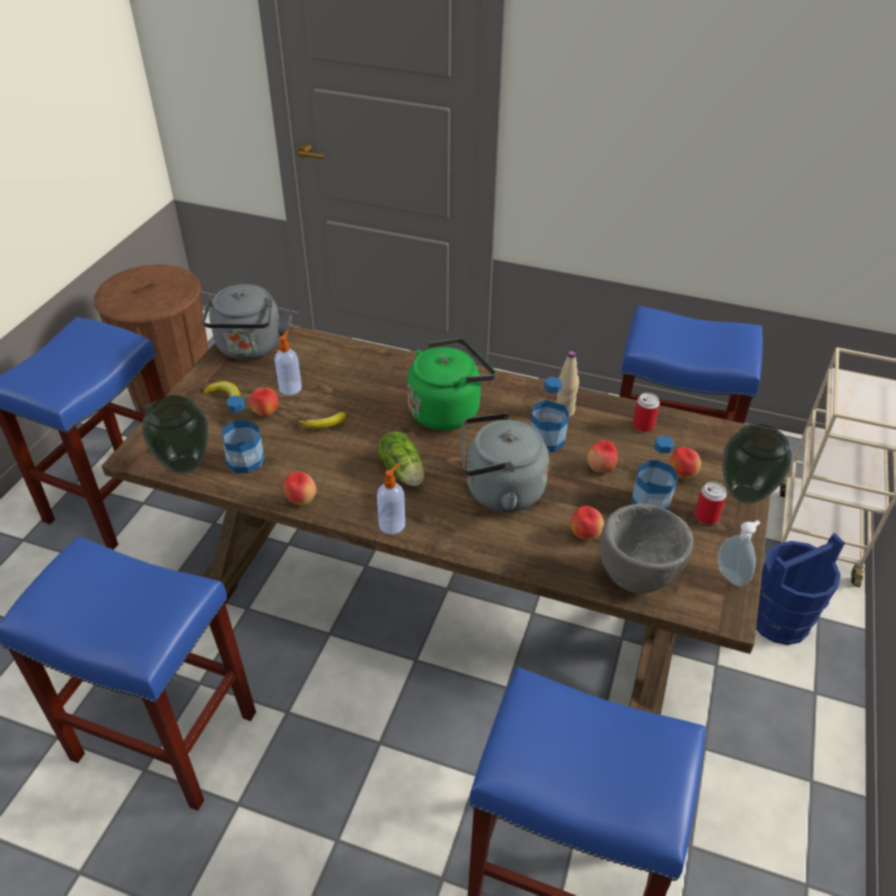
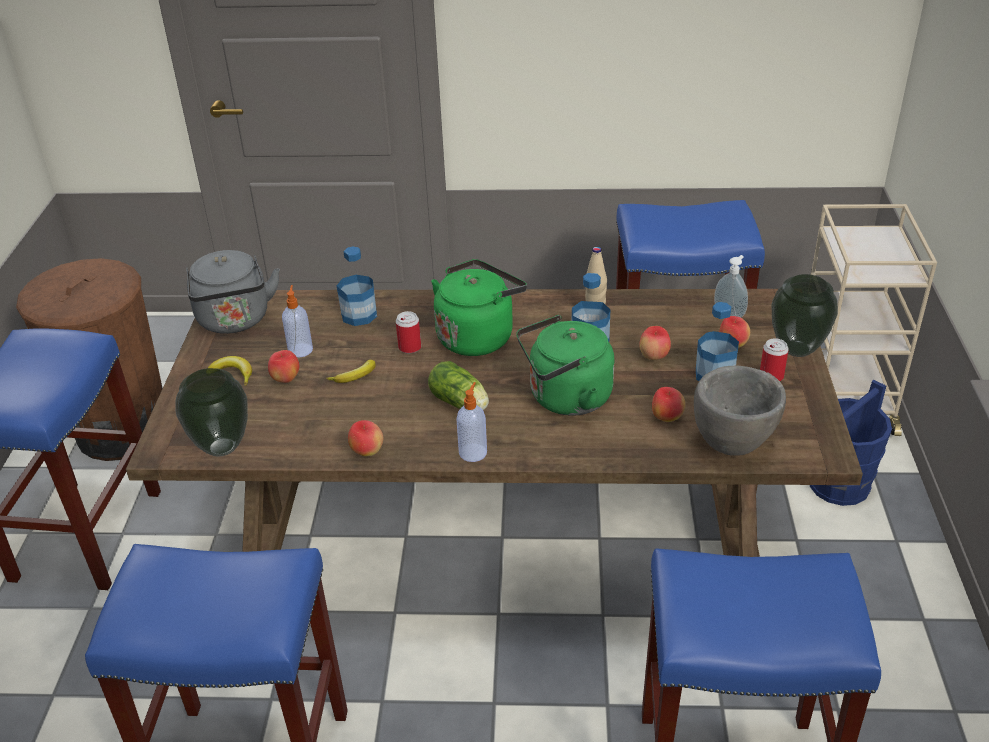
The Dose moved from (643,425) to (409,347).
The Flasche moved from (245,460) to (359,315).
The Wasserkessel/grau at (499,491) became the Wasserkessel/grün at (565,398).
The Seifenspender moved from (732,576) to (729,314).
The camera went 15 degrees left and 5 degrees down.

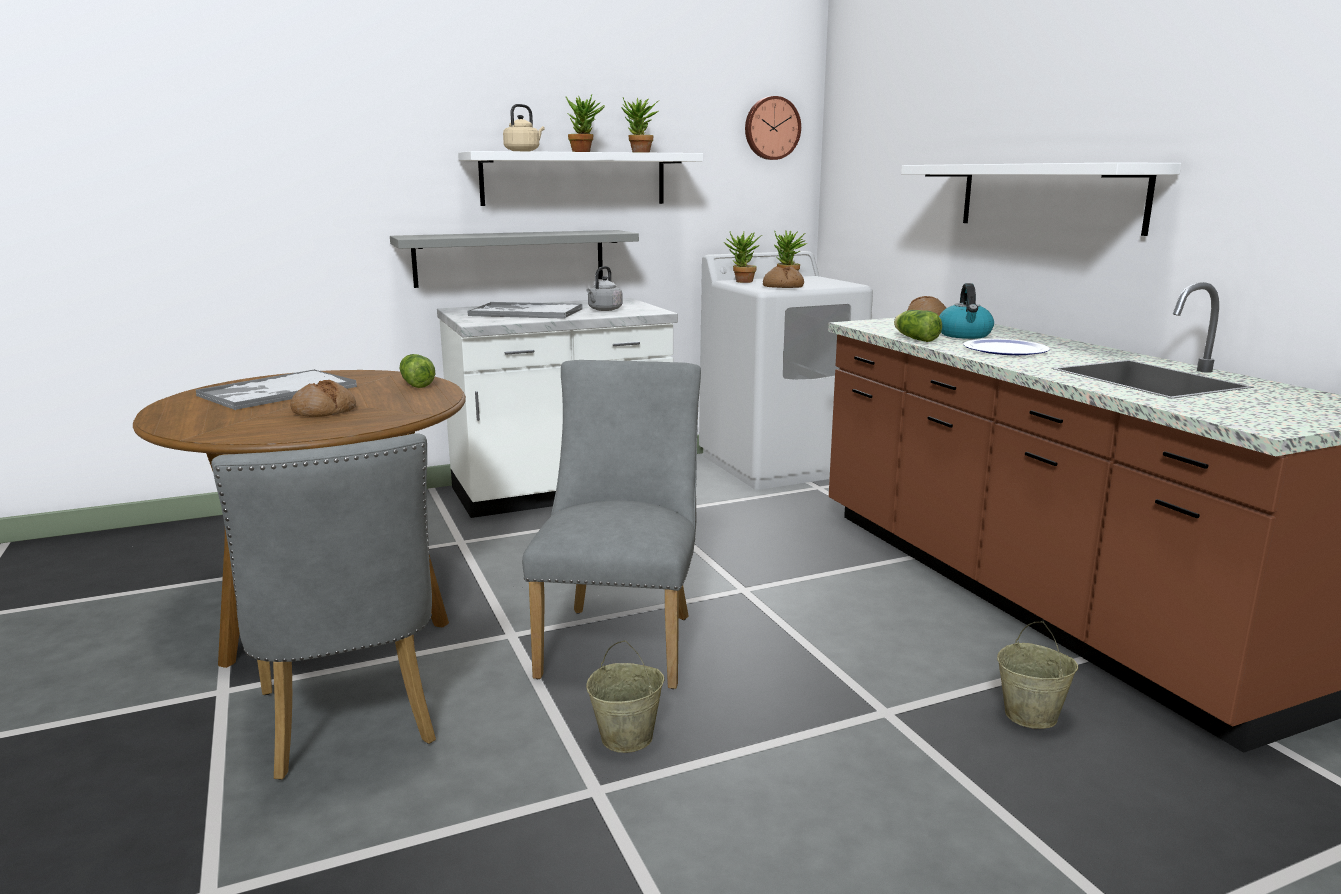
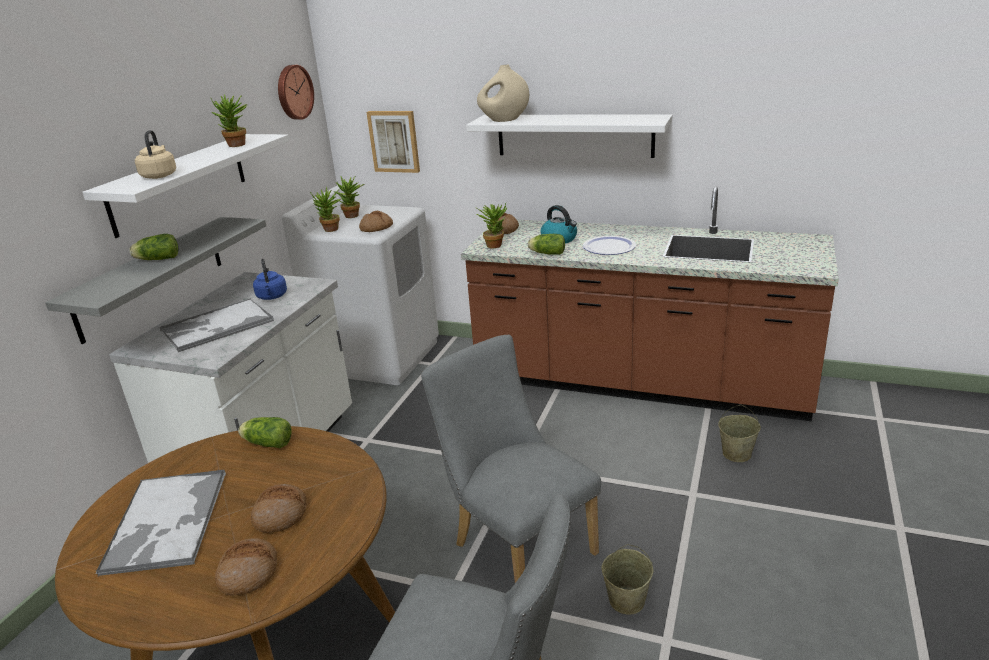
The Topfpflanze moved from (585,152) to (495,244).
The Wasserkessel/grau at (604,310) became the Wasserkessel/blau at (272,297).
The Vase/beige at (504,120) appeared.
The Bild at (394,141) appeared.
The Salatkopf at (157,259) appeared.
The Brot at (248,573) appeared.
The camera went 45 degrees left and 10 degrees up.

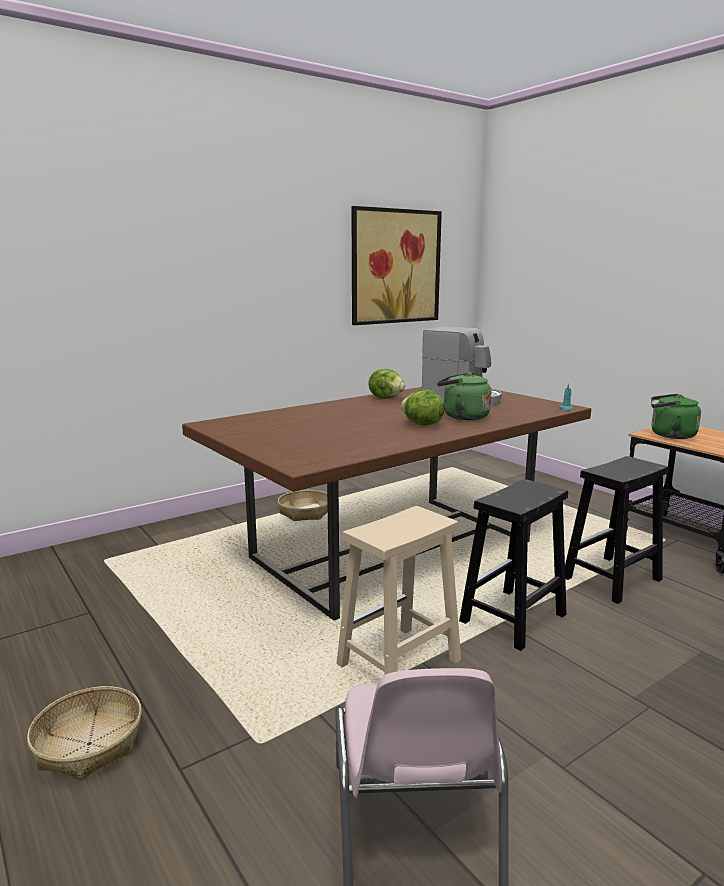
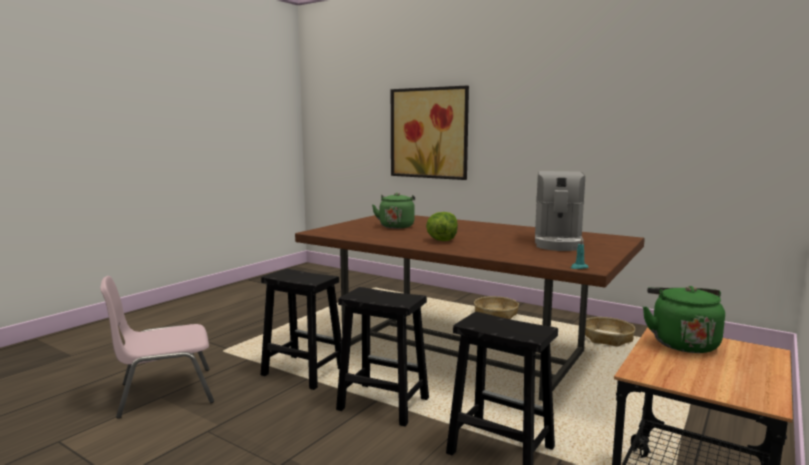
The Bild moved from (395,266) to (429,133).
The Salatkopf at (386,398) disappeared.
The Wasserkessel/grün moved from (462,416) to (396,226).
The Hocker/beige at (398,664) became the Hocker/schwarz at (302,372).
The Korb moved from (89,744) to (607,338).
The camera went 70 degrees right and 5 degrees down.

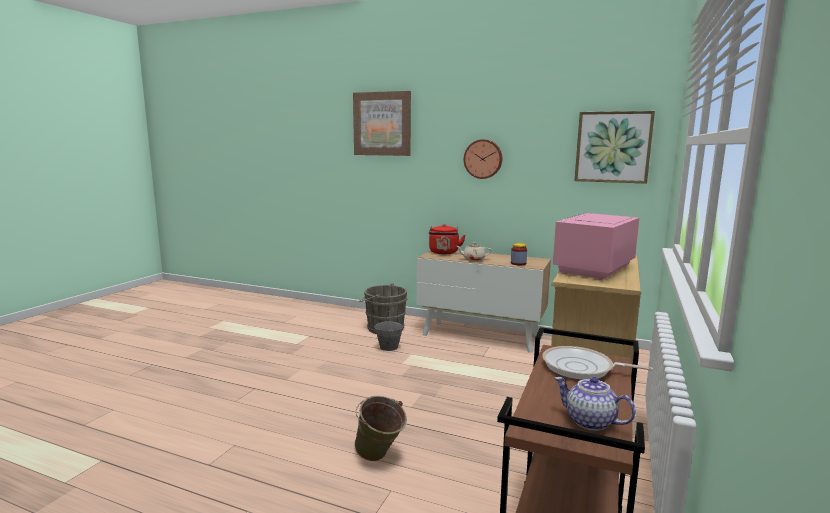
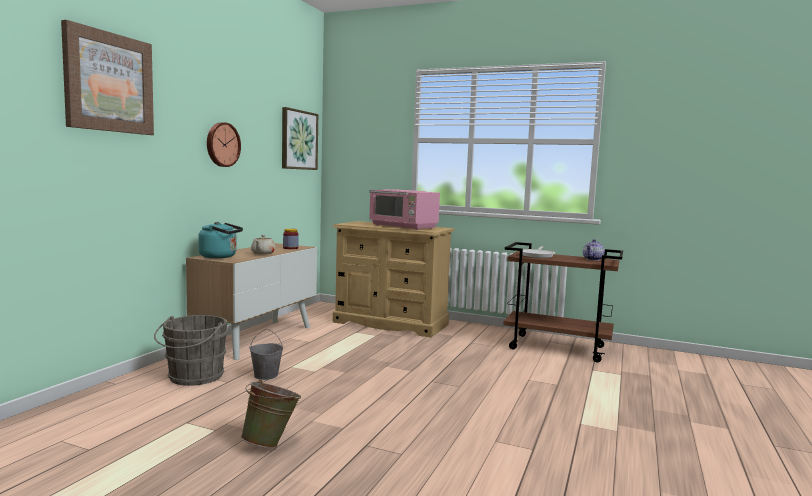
The Wasserkessel/rot at (444,253) became the Wasserkessel/türkis at (220,256).
The Eimer/grün moved from (379,458) to (271,443).
The camera went 90 degrees left and 5 degrees down.

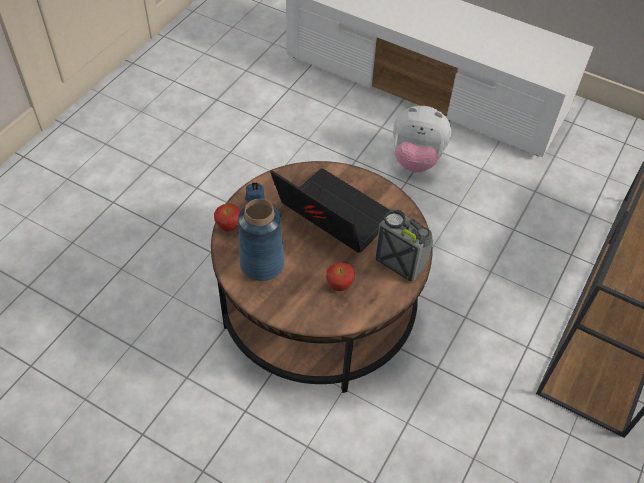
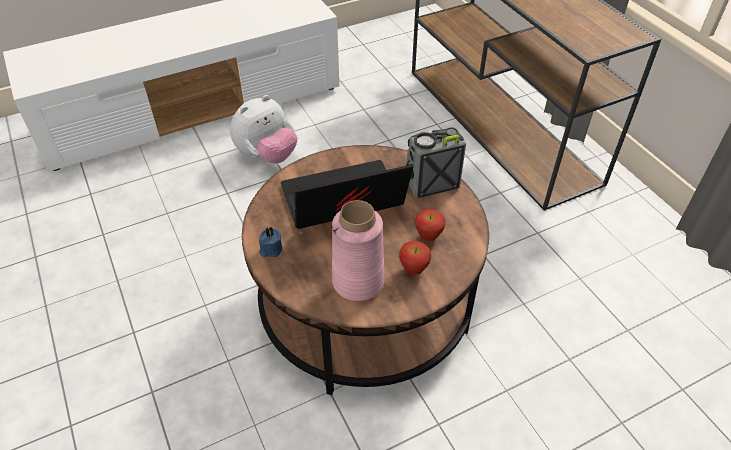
The Vase/blau at (262,264) became the Vase/rosa at (358,281).
The Apfel moved from (228,227) to (413,270).
The camera went 55 degrees left and 5 degrees down.

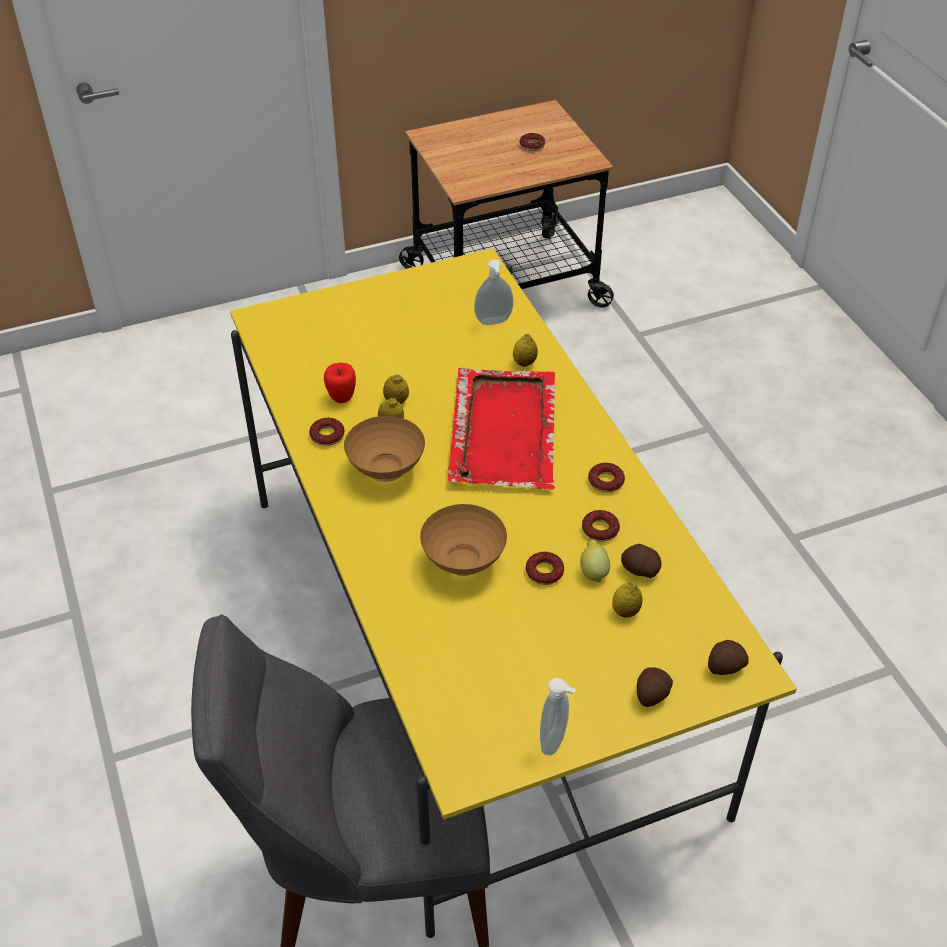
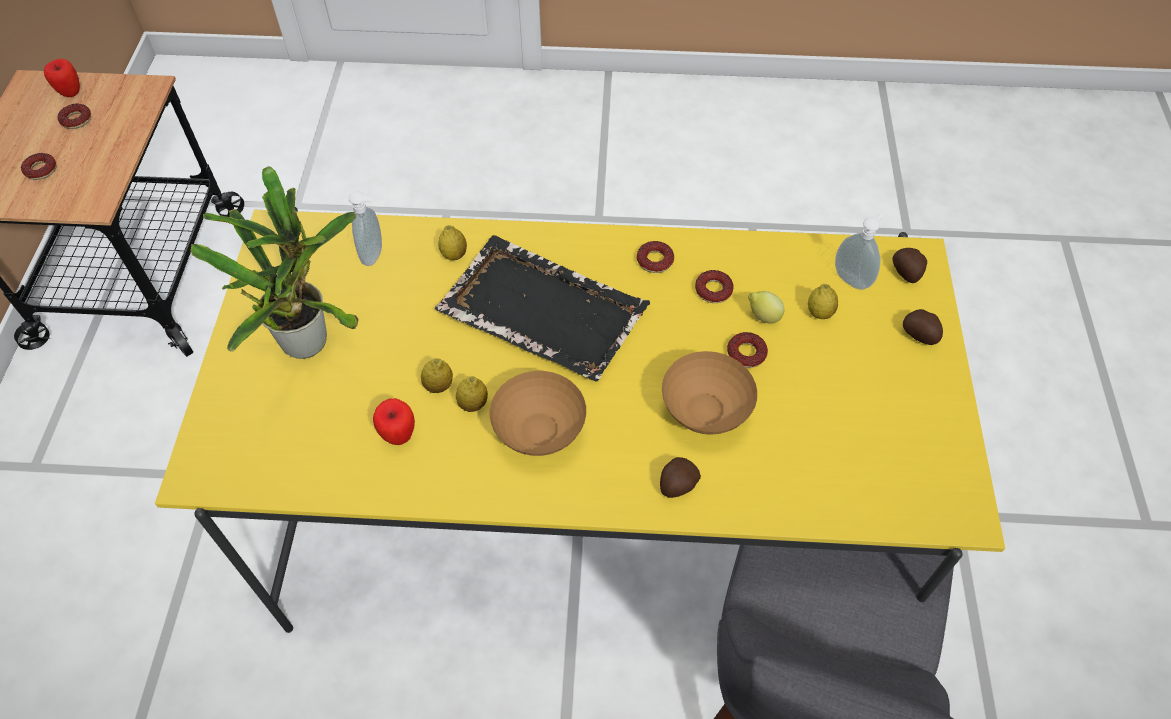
The Tablett/rot at (504,430) became the Tablett/schwarz at (541,310).
The Donut moved from (327,435) to (41,170).
The Kartoffel moved from (639,570) to (676,485).
The Seifenspender moved from (555,741) to (852,278).
The Apfel at (71,92) appeared.
The Topfpflanze at (307,337) appeared.
The camera went 65 degrees left and 10 degrees up.

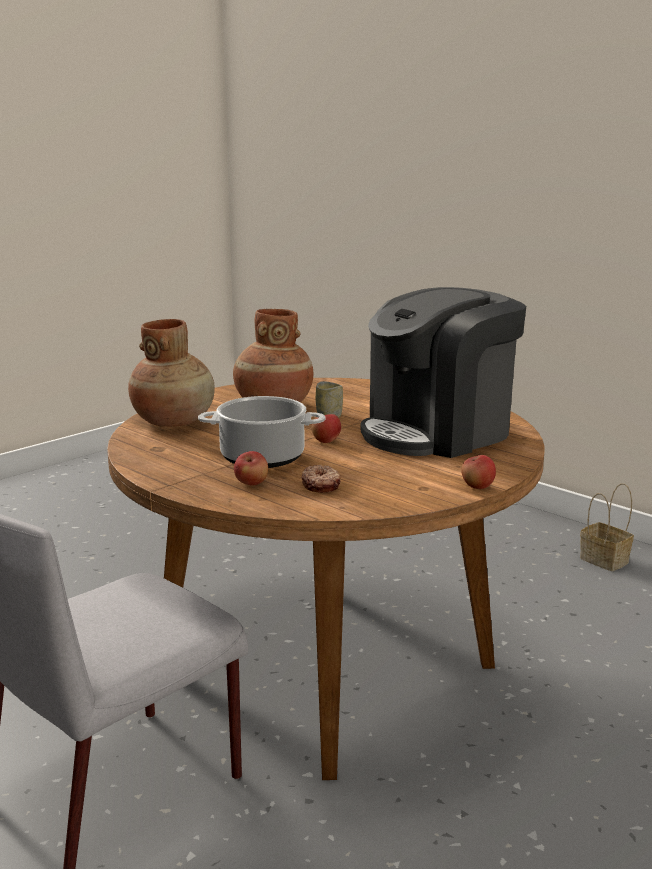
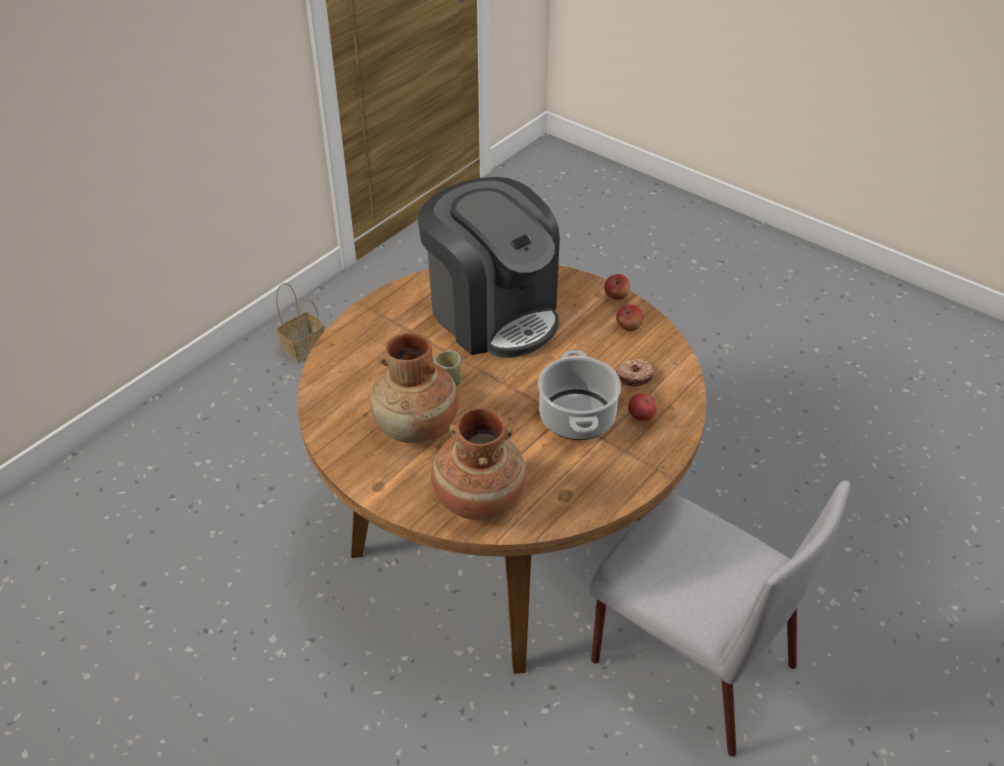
The Apfel moved from (326,441) to (628,327).
The camera went 95 degrees left and 25 degrees up.

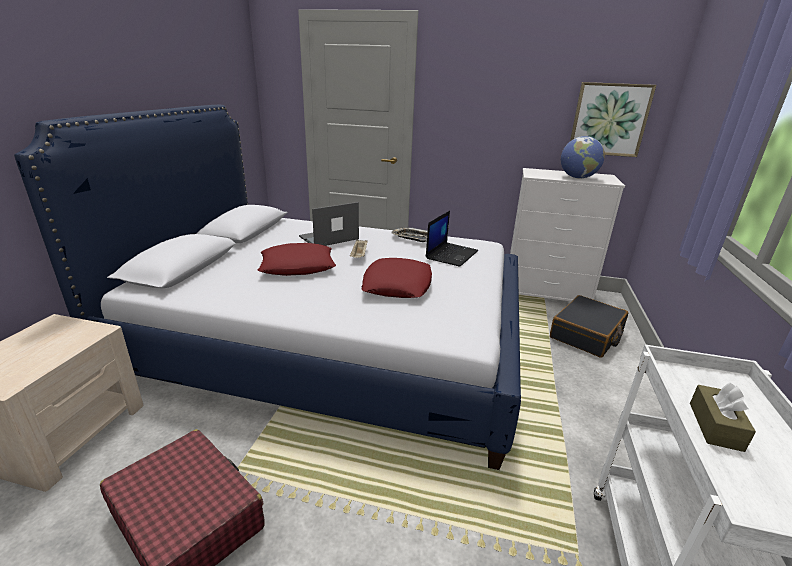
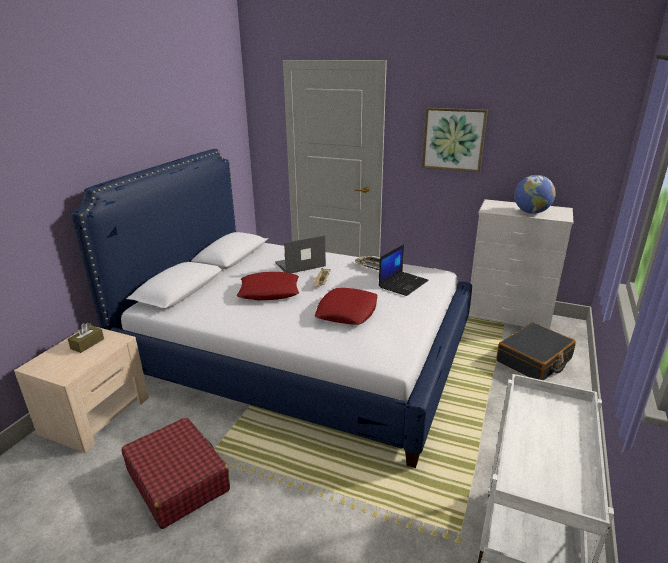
The Bild moved from (609,119) to (453,139).
The Taschentuchbox/braun moved from (715,426) to (87,344).
The camera went 10 degrees right and 0 degrees up.

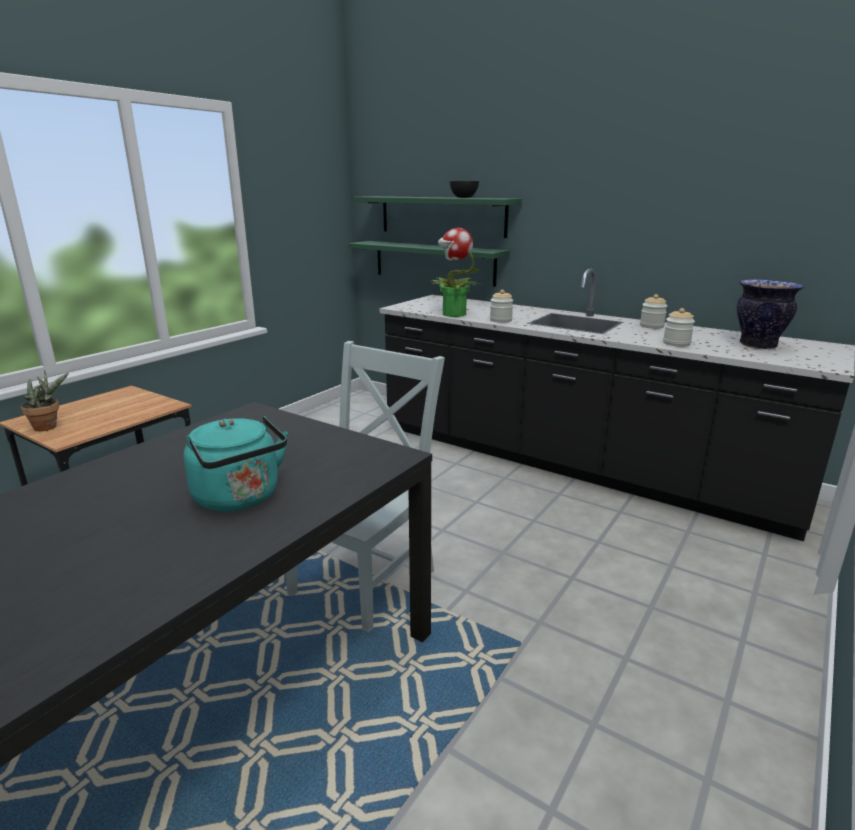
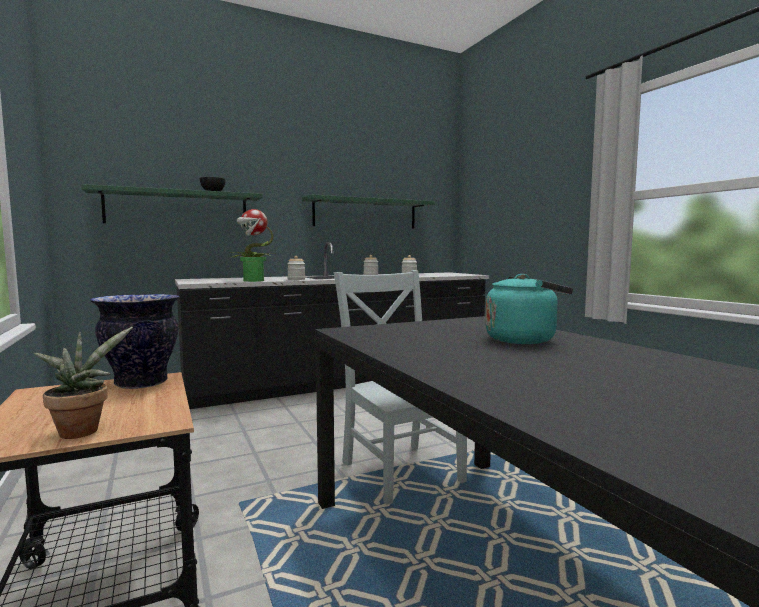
The Wandregal/grün moved from (433,262) to (365,214).
The Vase moved from (758,345) to (142,383).
The camera went 60 degrees left and 15 degrees down.

